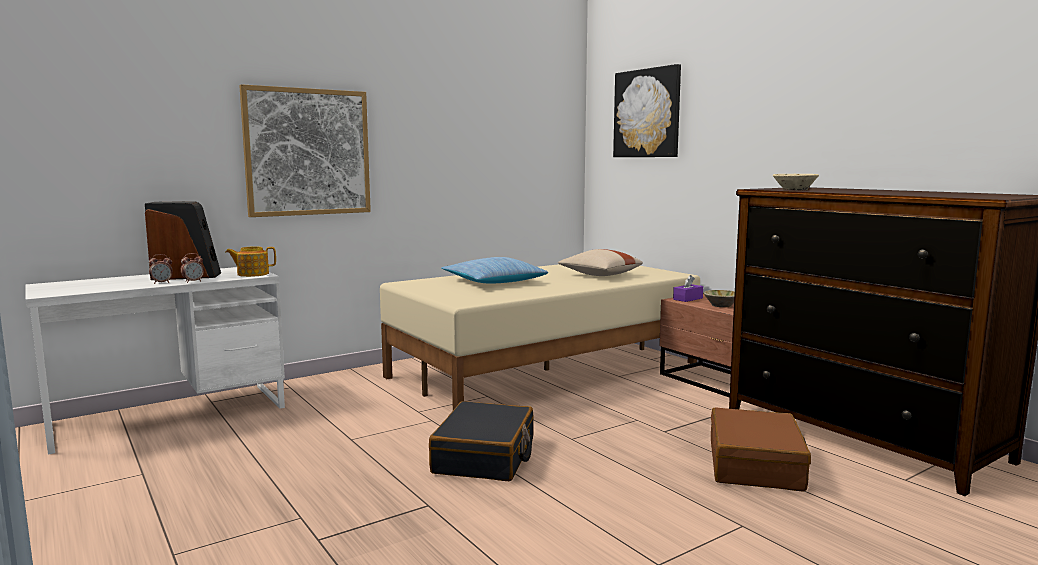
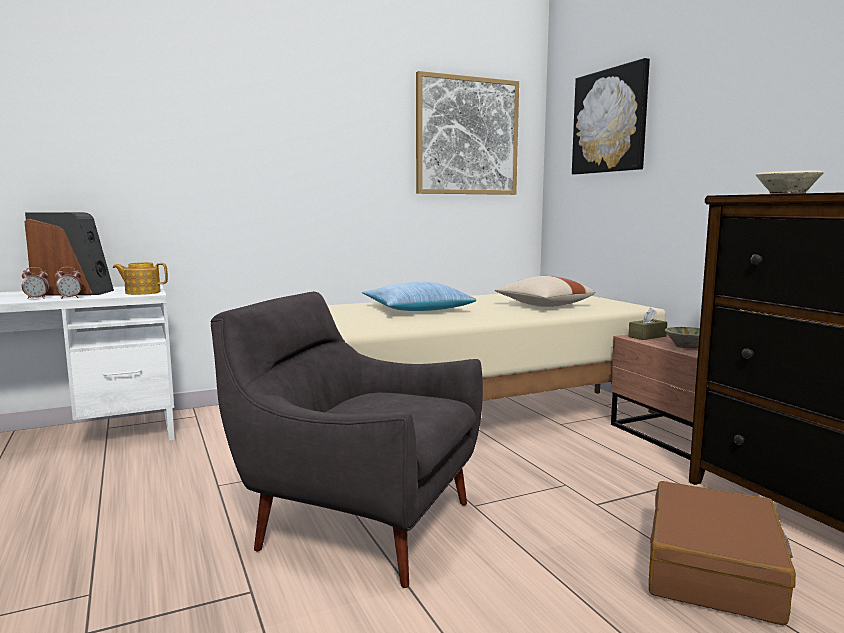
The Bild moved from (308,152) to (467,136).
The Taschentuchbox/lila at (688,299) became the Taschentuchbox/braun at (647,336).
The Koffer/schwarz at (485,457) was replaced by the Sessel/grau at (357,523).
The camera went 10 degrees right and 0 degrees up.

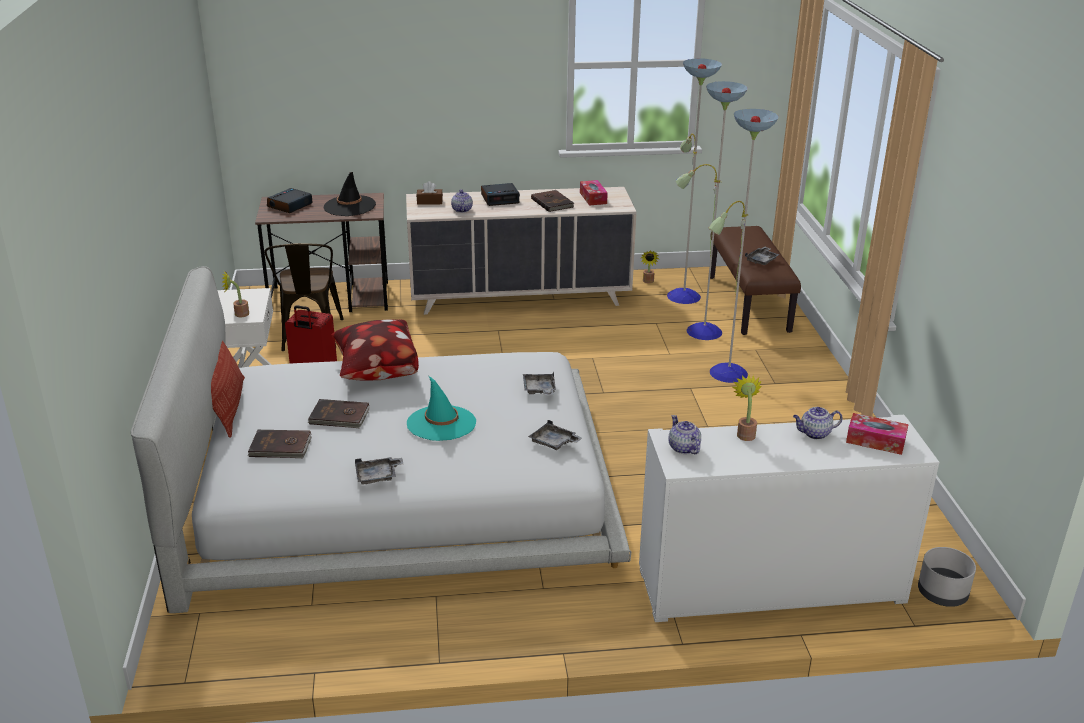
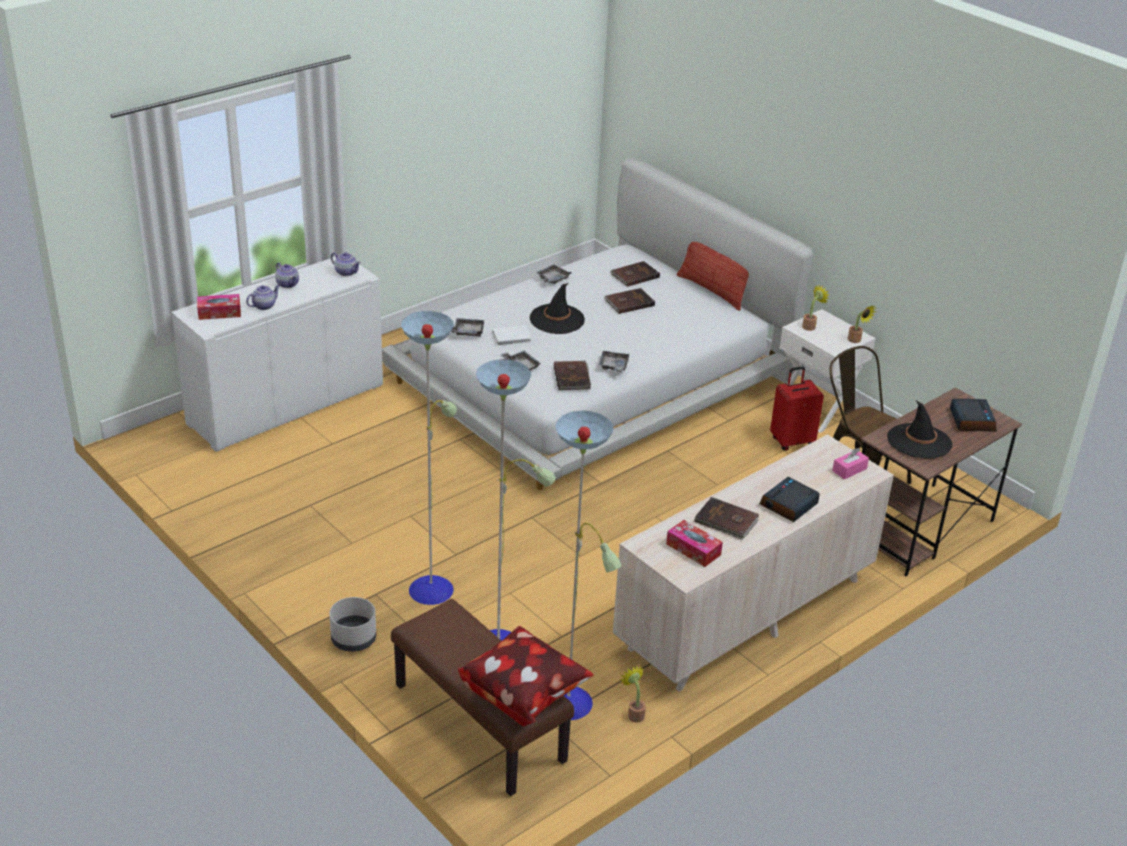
The Taschentuchbox/braun at (429,202) became the Taschentuchbox/rosa at (849,470).
The Teekanne moved from (461,210) to (287,284).
The Tablett/grau moved from (762,260) to (613,366).
The Kissen moved from (376,372) to (523,694).
The Topfpflanze moved from (745,433) to (856,340).
The Hut/türkis at (441,423) became the Hut/schwarz at (557,319).
The Pflanzkübel/grau moved from (942,594) to (353,639).
The Buch/weiß at (512,337) appeared.
The Buch/braun at (572,377) appeared.
The camera went 145 degrees right and 5 degrees up.

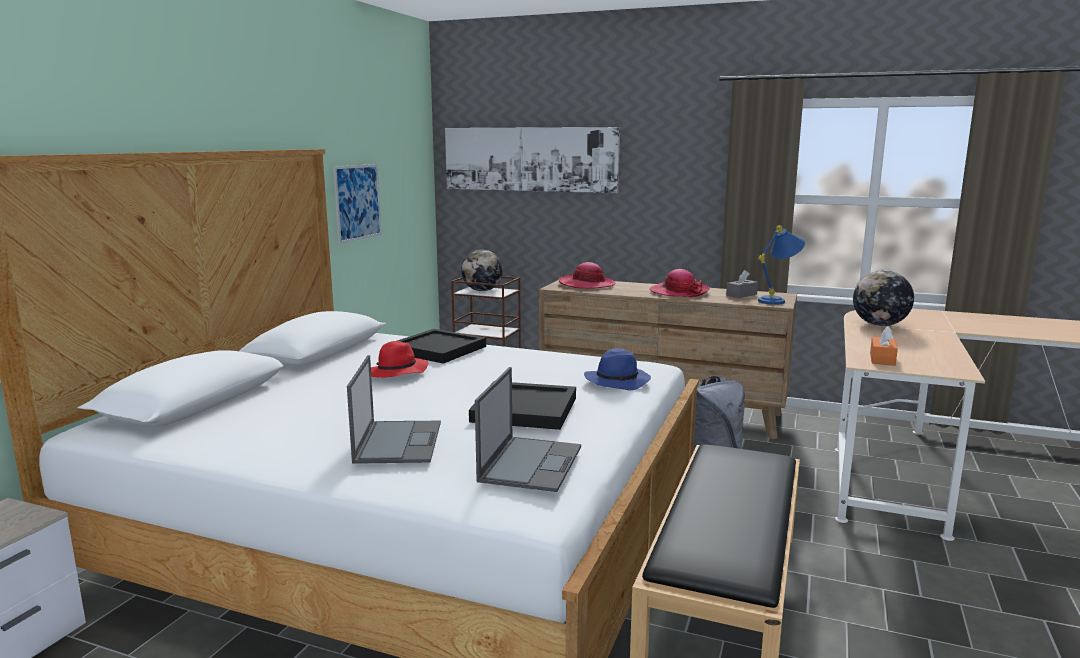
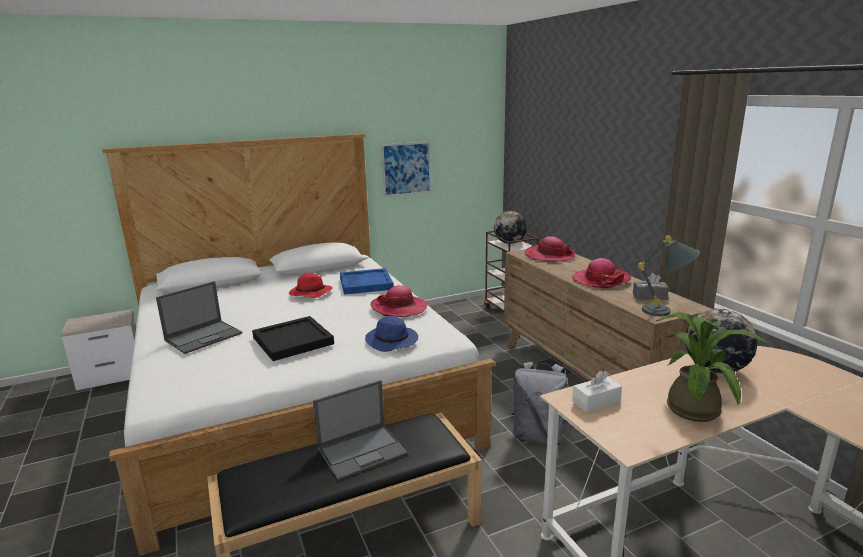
The Bild at (529,159) disappeared.
The Tischlampe/blau at (778,300) became the Tischlampe/grau at (666,312).
The Taschentuchbox/orange at (882,359) became the Taschentuchbox/weiß at (596,402).
The Tablett/schwarz at (437,349) became the Tablett/blau at (365,283).
The Laptop moved from (531,463) to (363,451).
The Hut at (399,308) appeared.
The Topfpflanze at (694,407) appeared.
The camera went 45 degrees right and 5 degrees up.

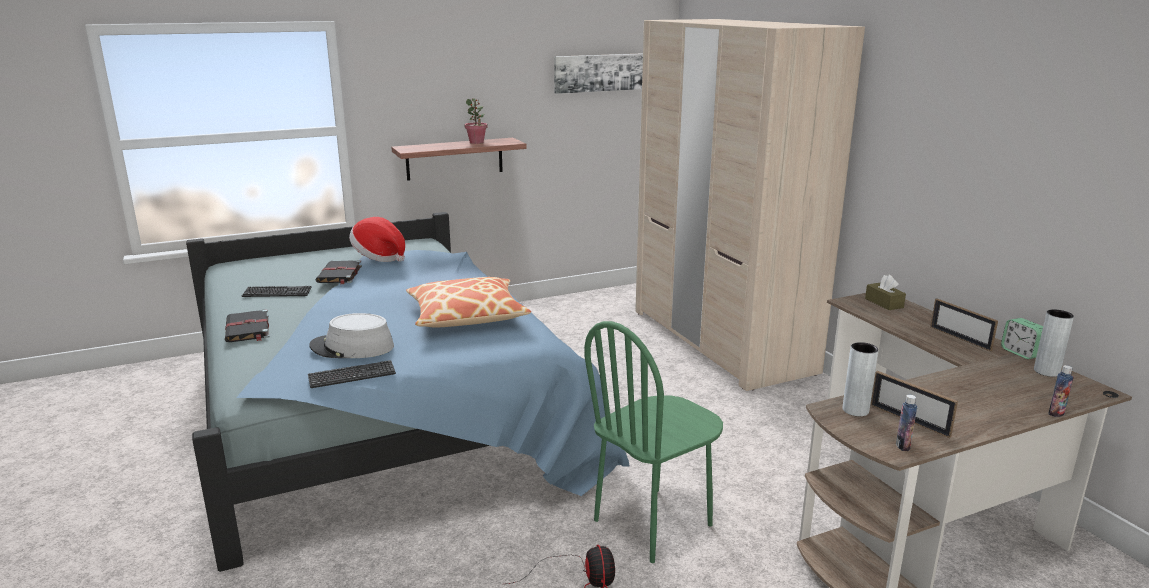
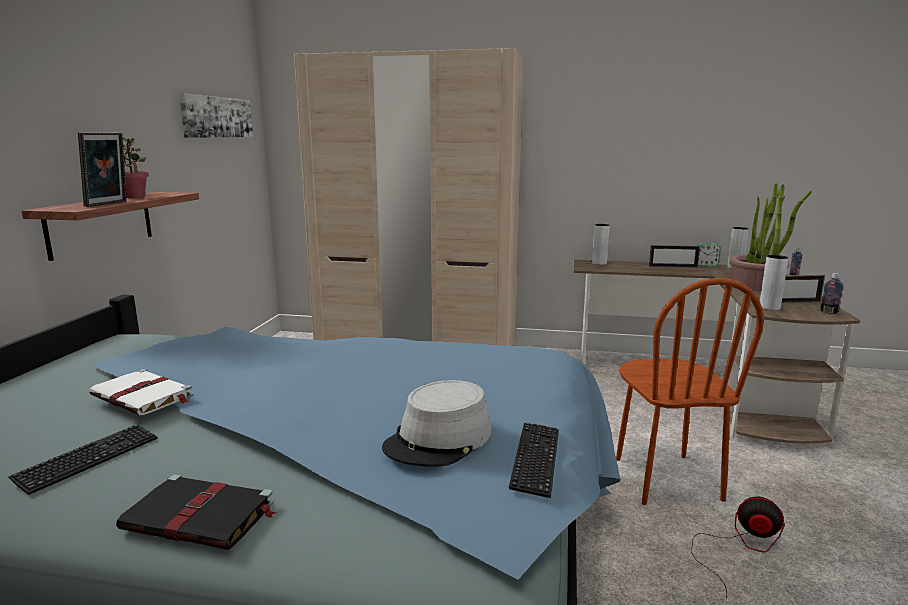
The Hut at (379,257) disappeared.
The Buch/schwarz at (339,274) became the Buch/weiß at (143,396).
The Taschentuchbox/braun at (884,303) was replaced by the Vase/grau at (599,263).
The Kissen at (467,316) disappeared.
The Stuhl/grün at (653,523) became the Stuhl/braun at (666,479).
The Bilderrahmen at (109,204) appeared.
The Topfpflanze at (756,285) appeared.
The camera went 55 degrees left and 5 degrees down.

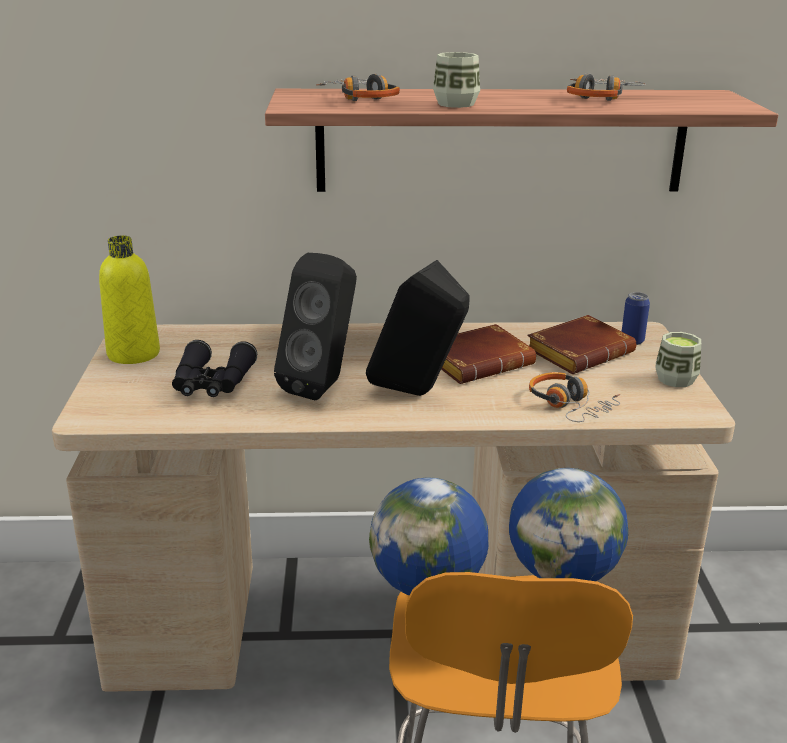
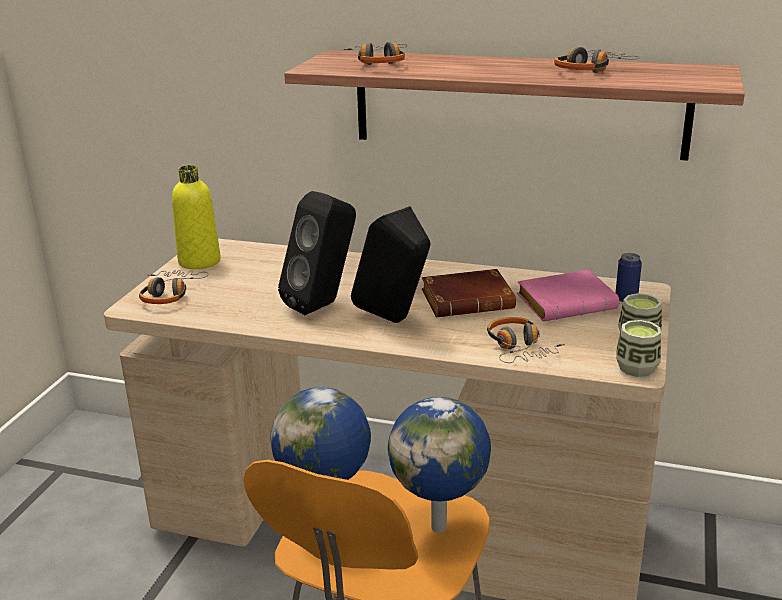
The Tasse moved from (455,104) to (636,368).
The Buch/braun at (579,352) became the Buch/rosa at (567,302).
The Fernglas/schwarz at (212,384) disappeared.
The Kopfhörer at (170,294) appeared.
The camera went 20 degrees right and 0 degrees up.

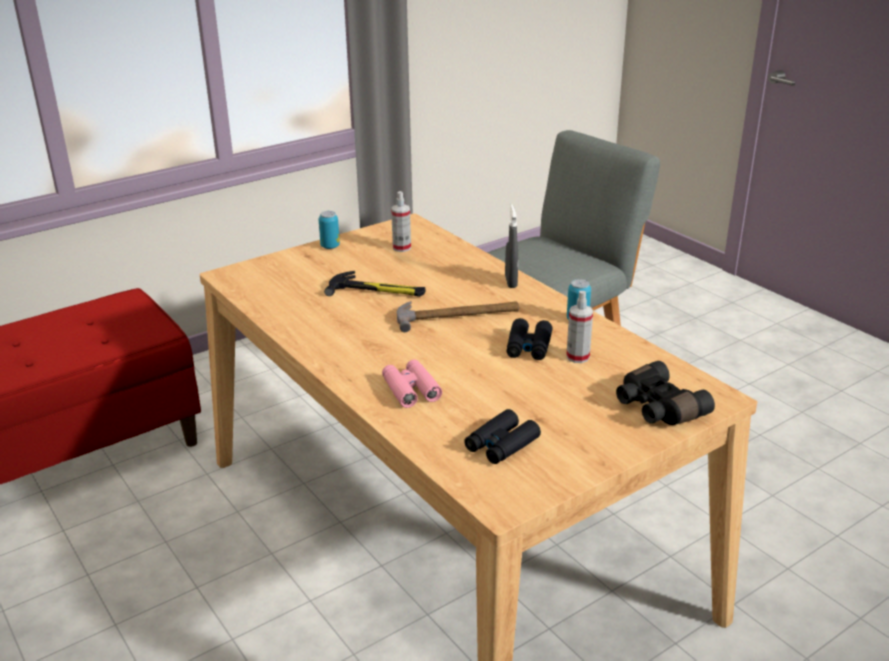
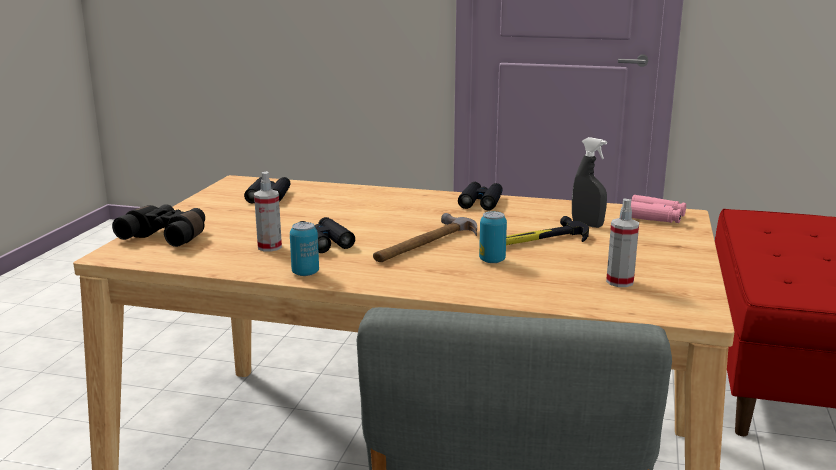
The Sprühflasche/grau moved from (511,282) to (587,224).
The Dose moved from (330,246) to (492,260).
The Fernglas/rosa moved from (411,390) to (655,217).
The Fernglas/schwarz at (481,202) appeared.
The camera went 140 degrees right and 10 degrees down.

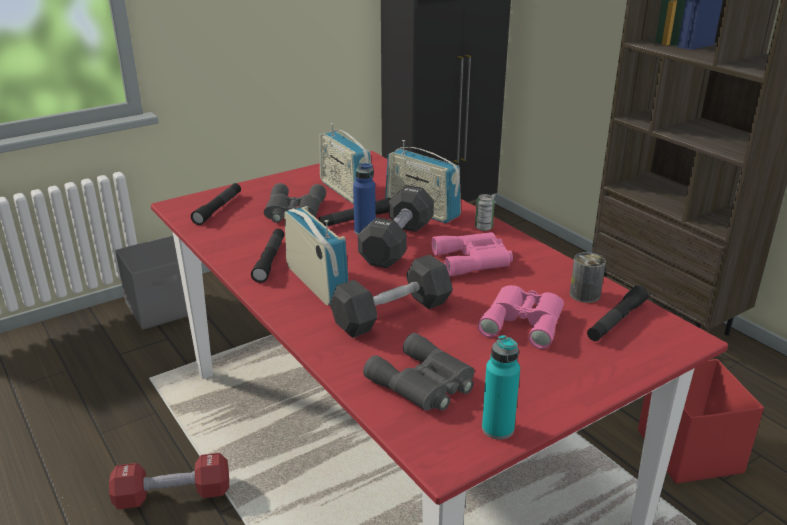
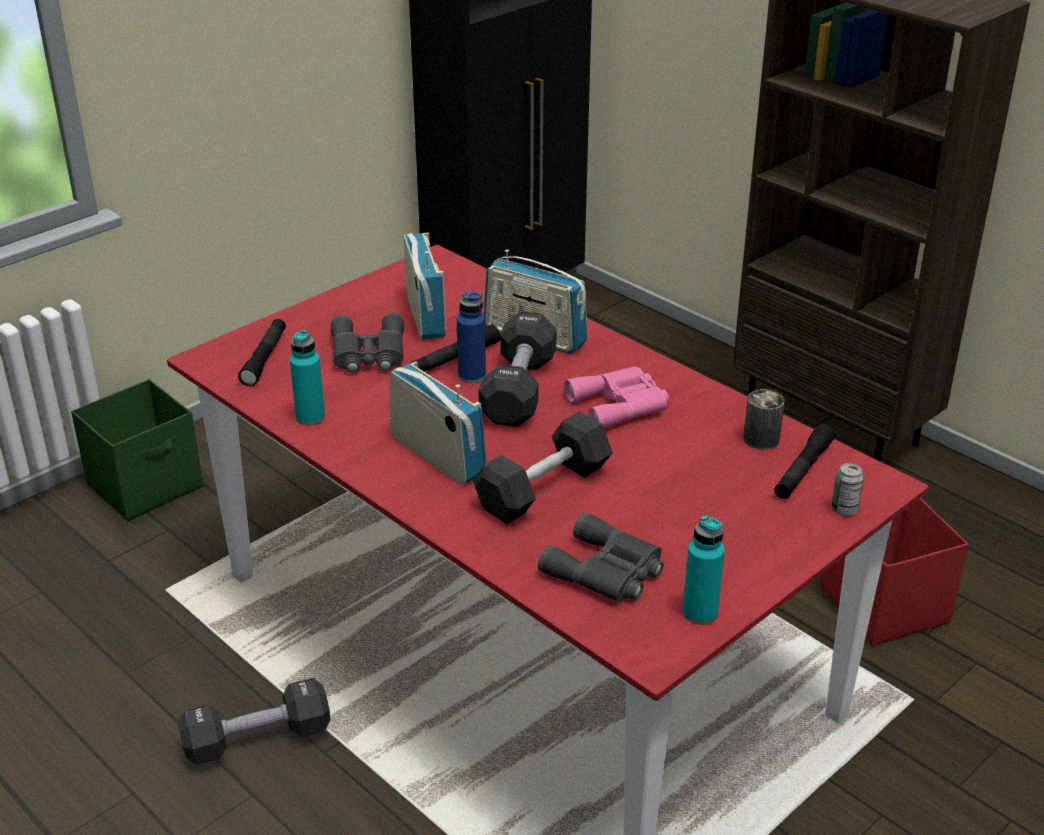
The Radio at (345,191) turned 150 degrees counterclockwise.
The Dose moved from (483,228) to (844,510).
The Taschenlampe/schwarz at (270,260) disappeared.
The Aufbewahrungsbox/grau at (164,308) became the Aufbewahrungsbox/grün at (147,486).
The Fernglas/rosa at (524,321) disappeared.
The Hantel/rot at (173,496) became the Hantel/schwarz at (257,739).
The Flasche/türkis at (310,417) appeared.
The camera went 10 degrees left and 5 degrees up.

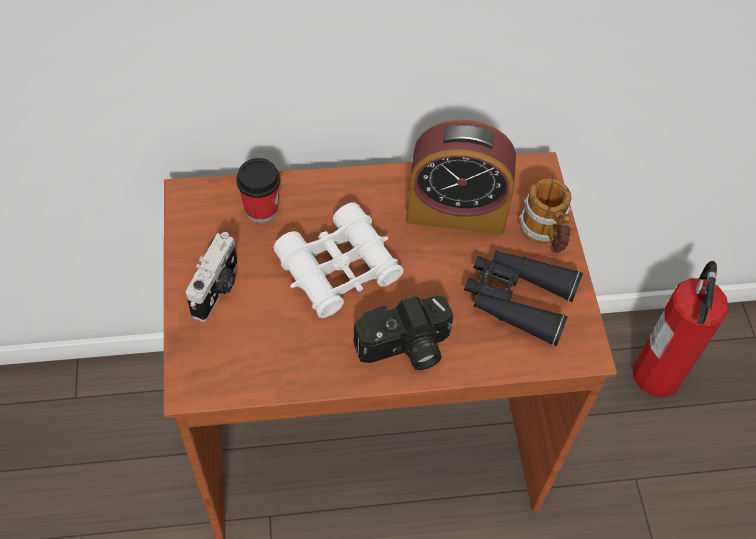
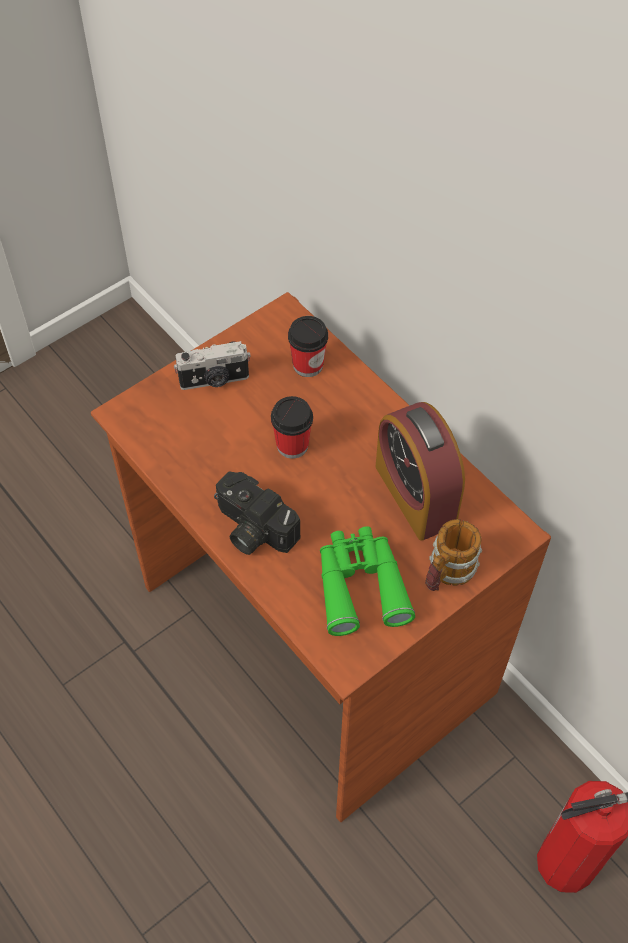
The Fernglas/weiß at (339,269) was replaced by the Tasse at (292,445).
The Fernglas/schwarz at (517,299) became the Fernglas/grün at (360,585).
The camera went 60 degrees right and 0 degrees up.

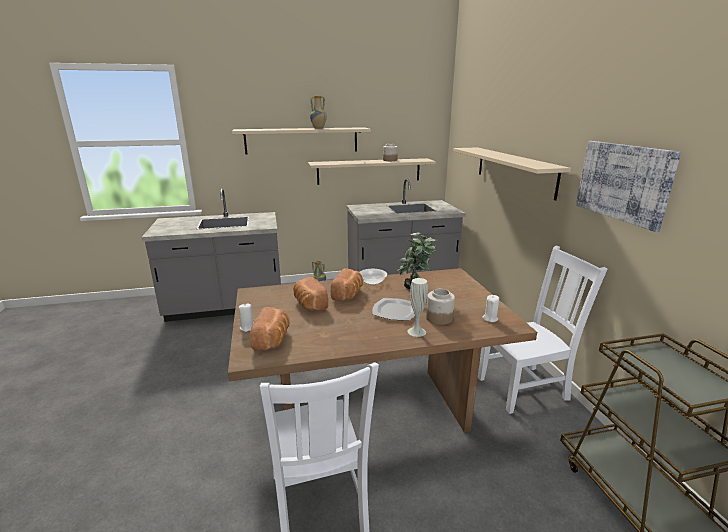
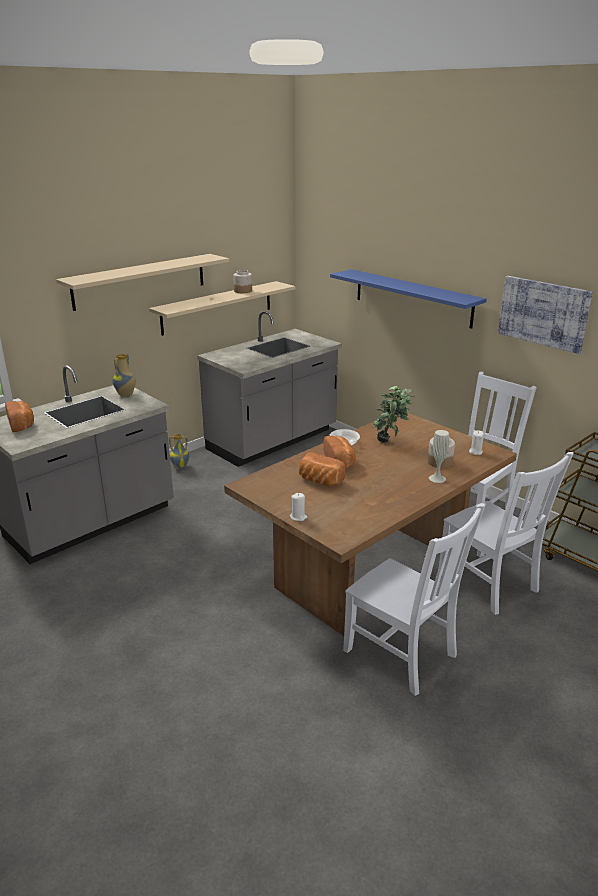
The Vase moved from (318,128) to (126,395).
The Wandregal/beige at (514,170) became the Wandregal/blau at (412,297).
The Teller at (395,311) disappeared.
The Brot moved from (273,340) to (22,424).
The Stuhl/weiß at (490,584) appeared.
The camera went 30 degrees left and 5 degrees up.

